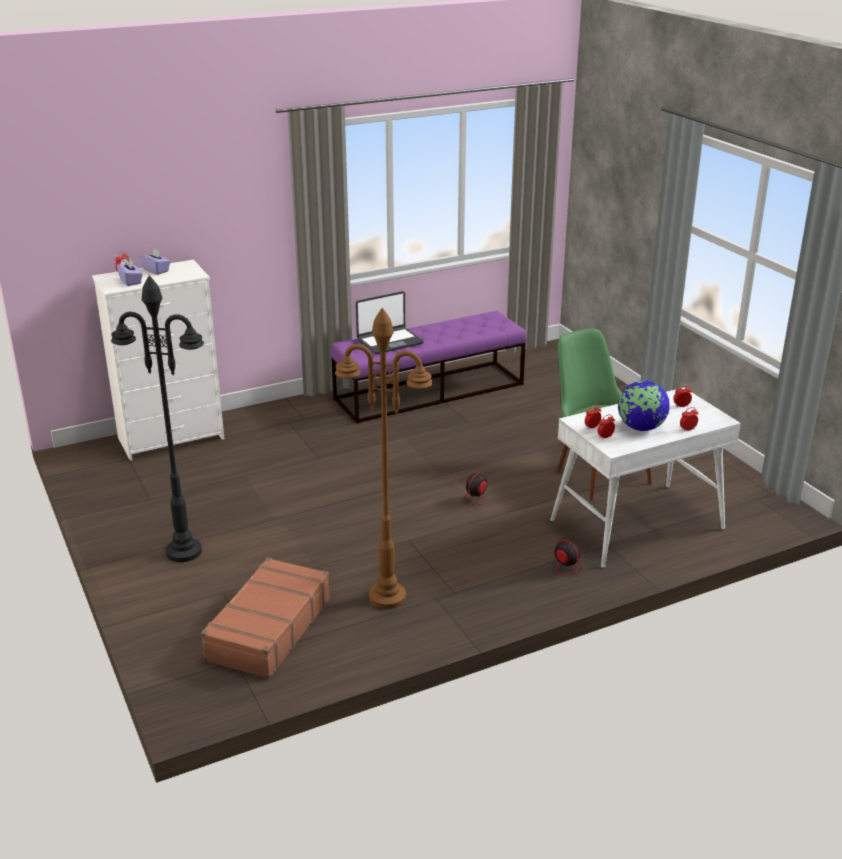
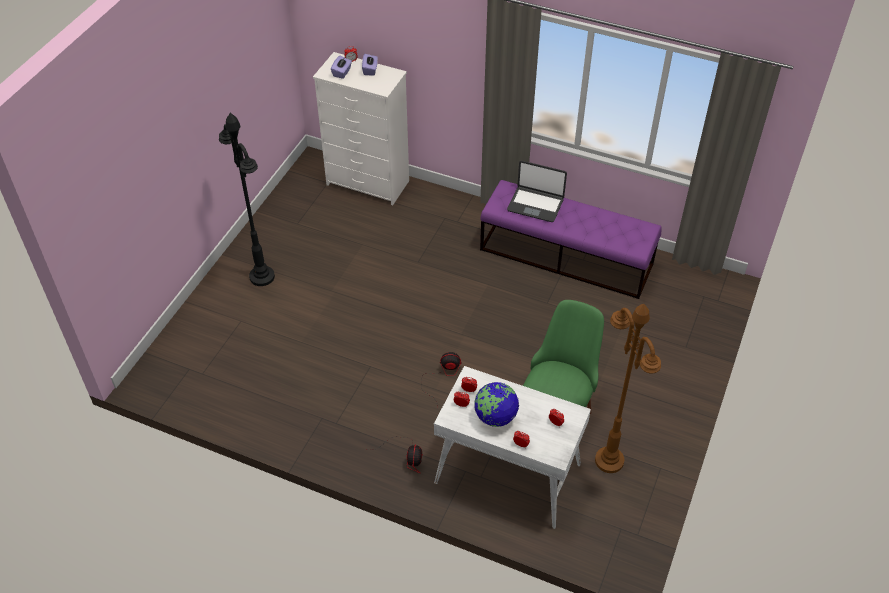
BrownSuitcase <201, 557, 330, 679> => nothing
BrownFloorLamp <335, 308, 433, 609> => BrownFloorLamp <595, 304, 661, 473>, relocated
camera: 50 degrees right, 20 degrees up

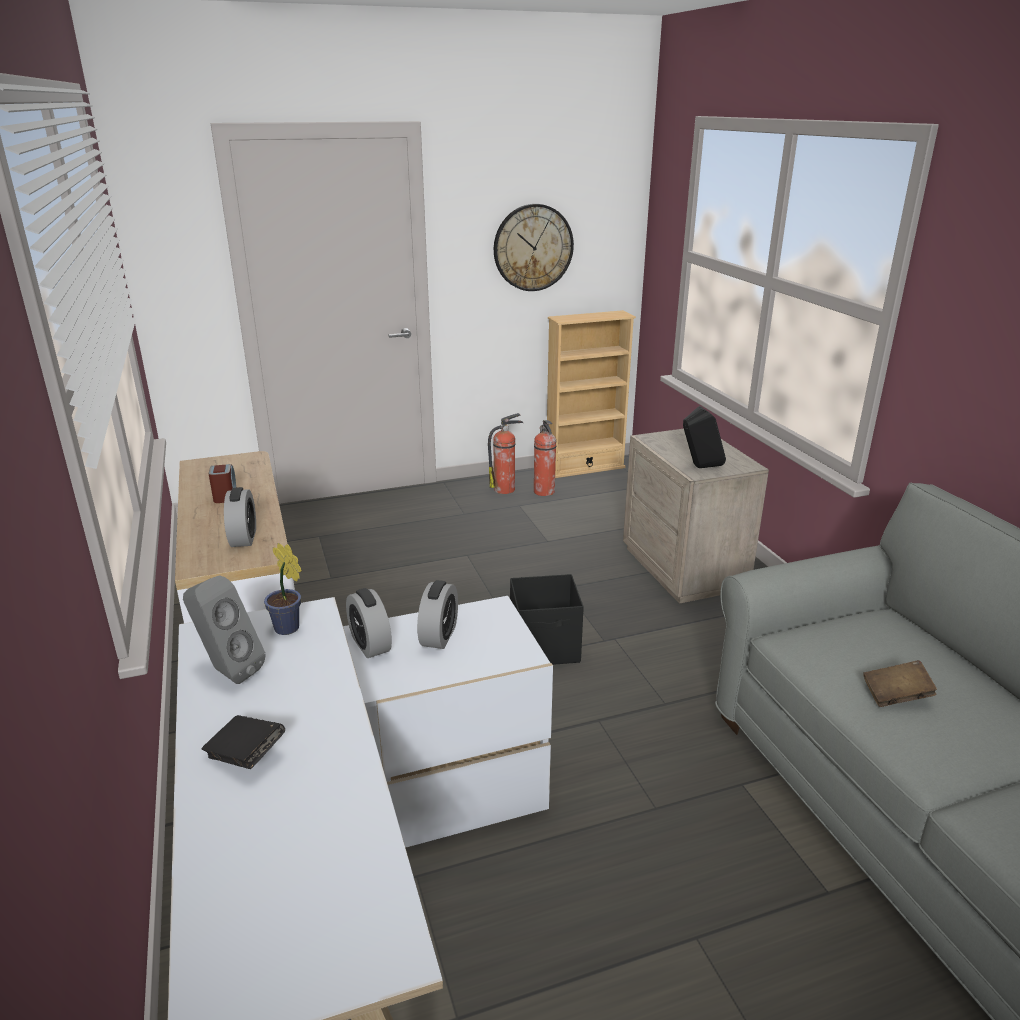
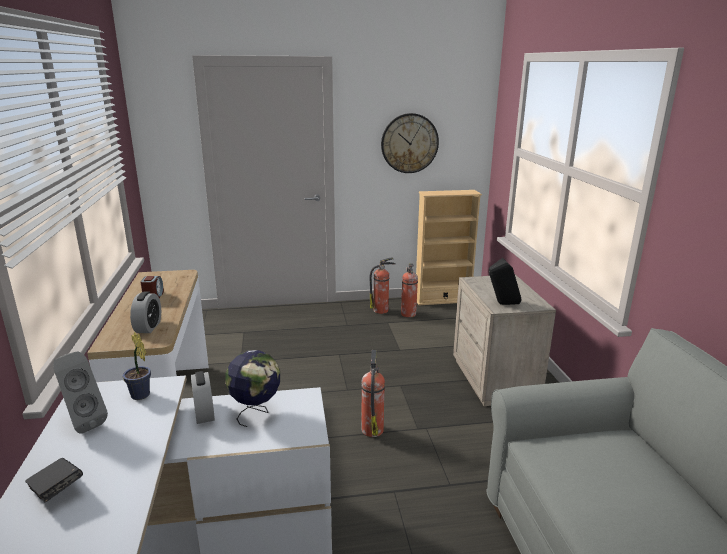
TableClock <417, 580, 458, 649> => DeskGlobe <225, 350, 280, 427>
BlackishStorageBox <510, 574, 584, 665> => Extinguisher <361, 350, 385, 437>
BrownBoundBook <863, 660, 937, 707> => nothing
camera: 10 degrees right, 5 degrees down

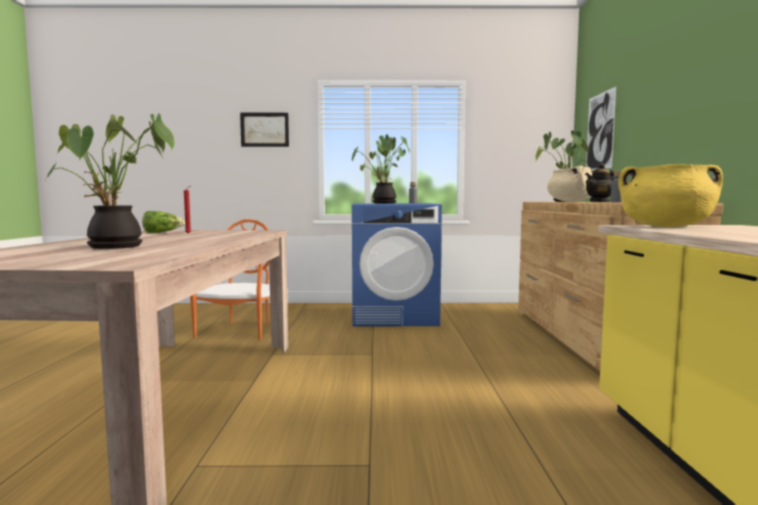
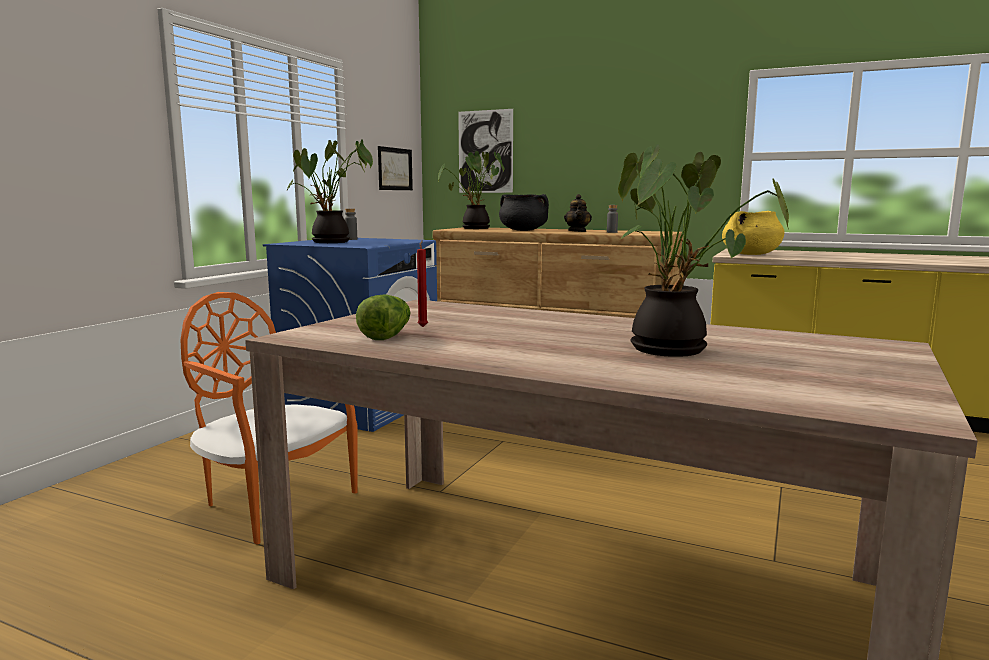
Picture <240, 113, 289, 147> => Picture <378, 146, 413, 190>, relocated
BeigeColouredStockpot <547, 166, 592, 202> => BlackishStockpot <499, 194, 549, 231>
camera: 65 degrees left, 5 degrees up

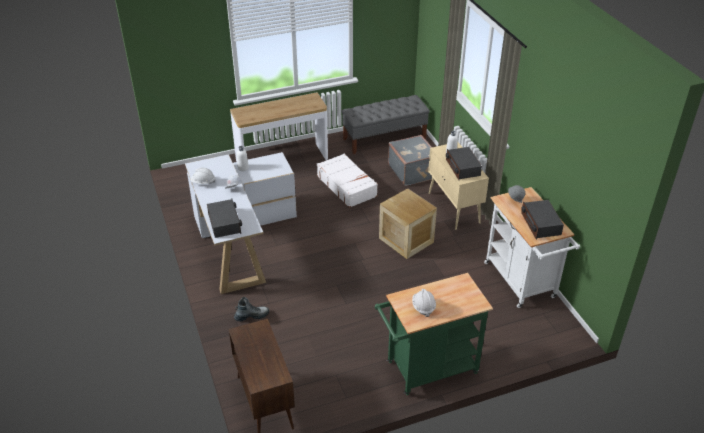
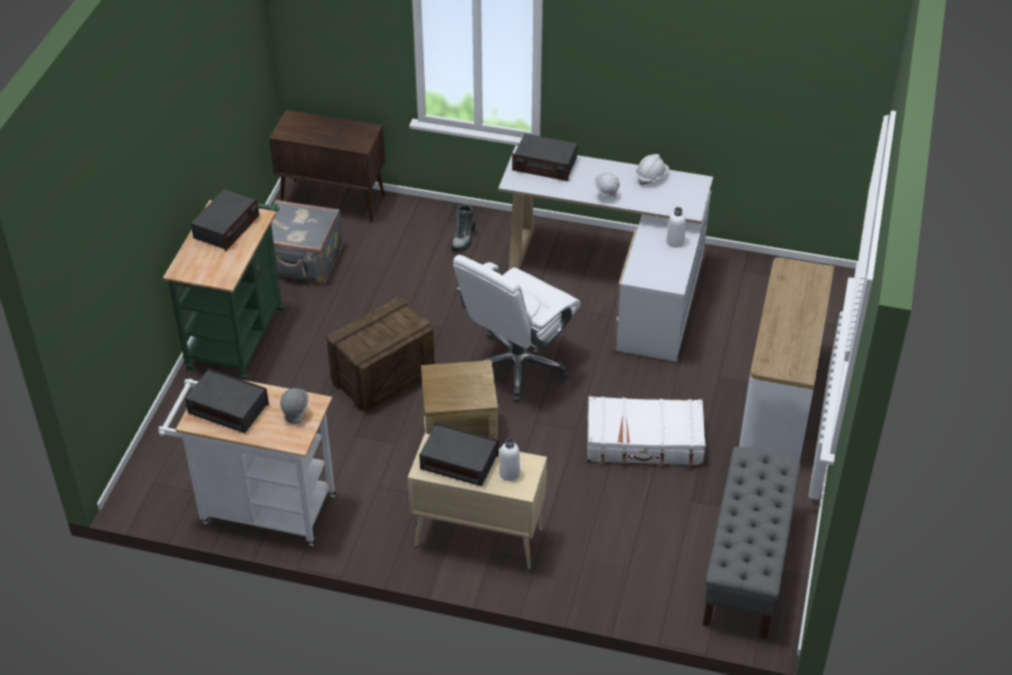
GraySuitcase <388, 135, 432, 186> => GraySuitcase <271, 200, 342, 284>, relocated
WhitishHardHat <412, 289, 436, 317> => RadioSet <191, 189, 259, 251>
nothing => PackingCrate <326, 297, 435, 413>
nothing => WhitishDeskChair <453, 255, 580, 402>
camera: 125 degrees right, 5 degrees up

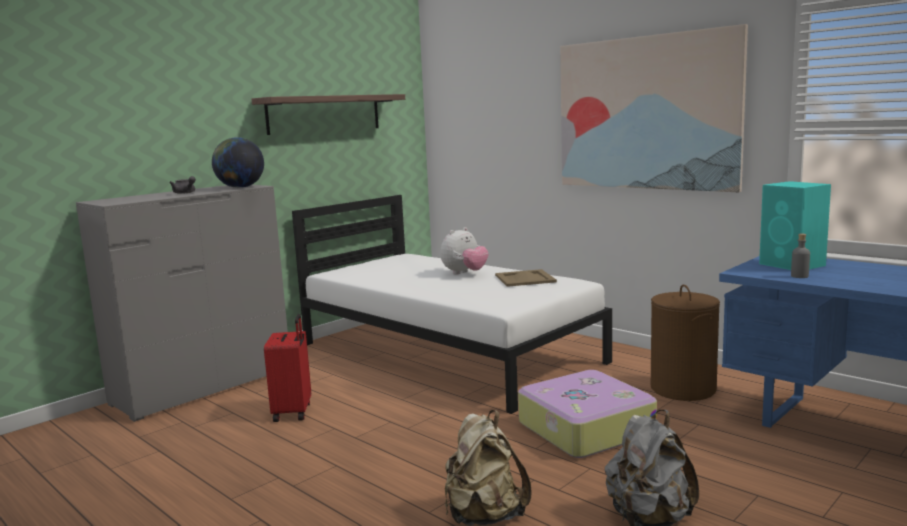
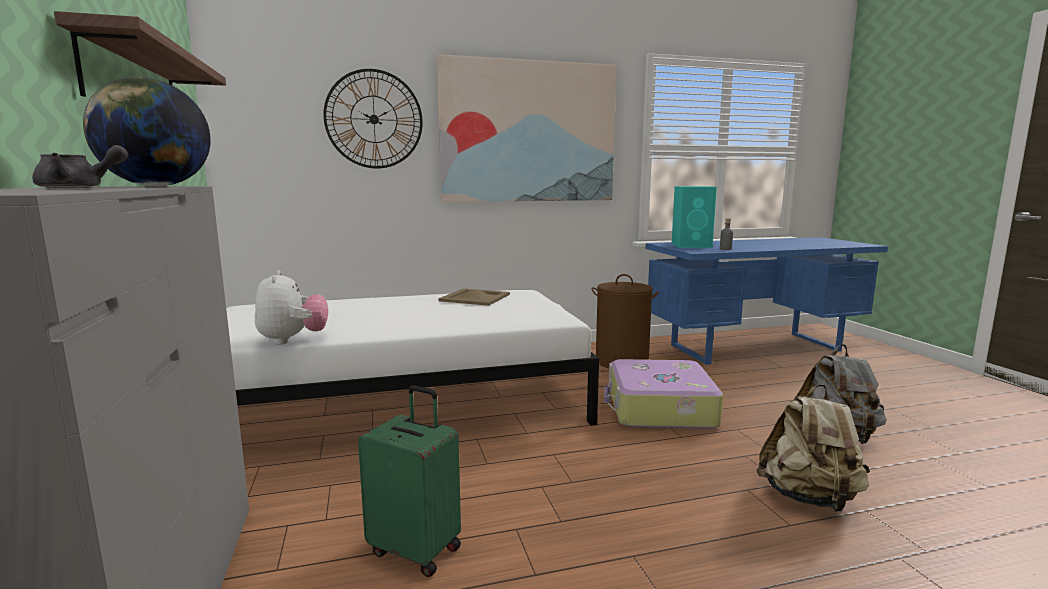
RedSuitcase <264, 314, 311, 422> => GreenSuitcase <358, 385, 461, 577>
SoftToy <441, 227, 489, 275> => SoftToy <255, 270, 328, 345>, relocated
nothing => HangingClock <323, 69, 423, 169>
camera: 60 degrees left, 0 degrees up

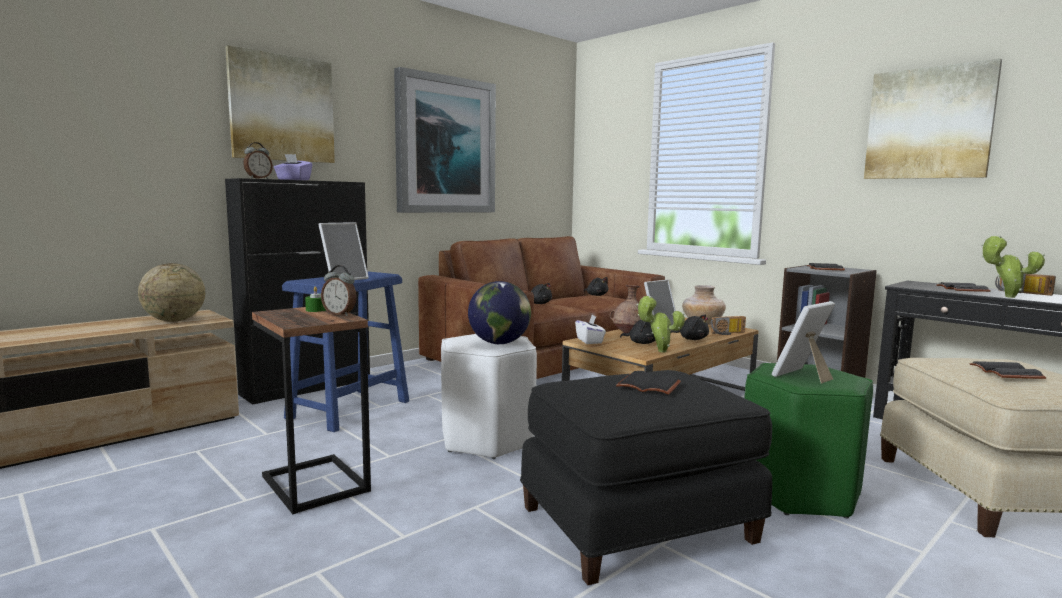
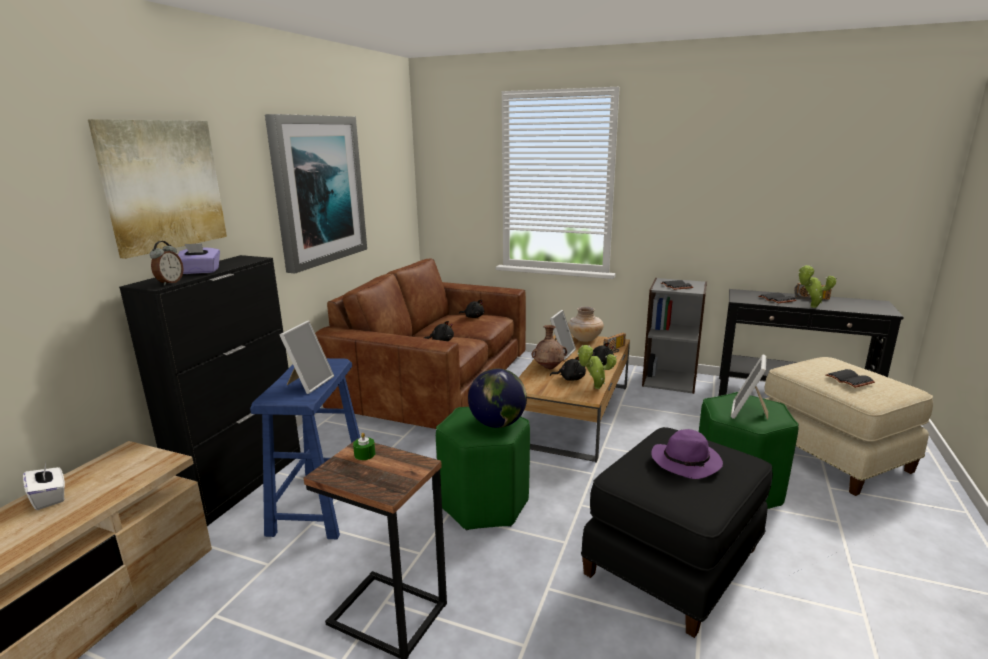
DeskGlobe <138, 263, 205, 322> => nothing
TableClock <321, 265, 357, 316> => nothing
WhitishStoolSeat <441, 334, 537, 459> => GreenStoolSeat <436, 407, 530, 530>
WhitishBoxOfTissues <575, 315, 606, 344> => WhitishBoxOfTissues <23, 463, 65, 510>, relocated
BlackishBoundBook <616, 371, 681, 395> => PurpleHat <651, 429, 723, 479>
Picture <864, 58, 1002, 179> => nothing
camera: 25 degrees left, 10 degrees up

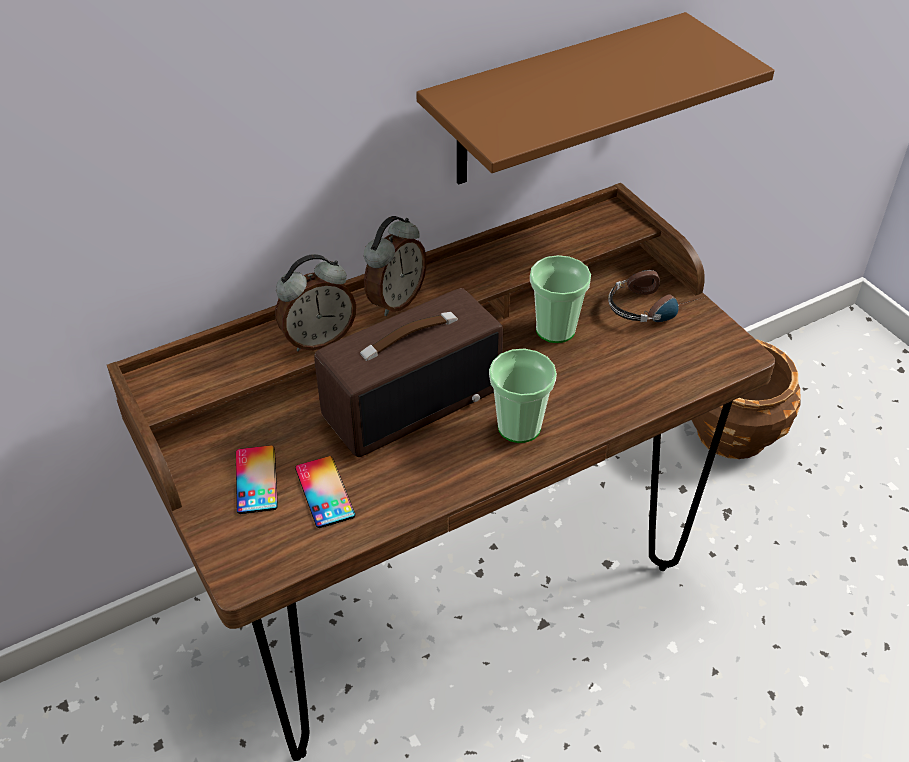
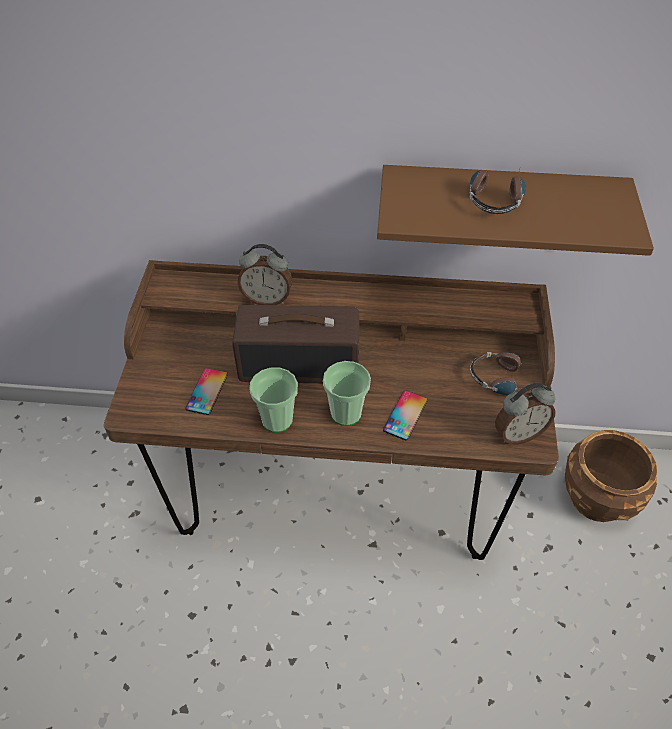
Handset <236, 445, 278, 514> => Handset <383, 390, 428, 440>, relocated
TableClock <364, 216, 427, 316> => TableClock <495, 383, 556, 445>, relocated
SmallCup <530, 255, 591, 343> => SmallCup <249, 368, 298, 433>, relocated
nothing => Headphones <469, 170, 526, 214>
camera: 35 degrees right, 5 degrees up

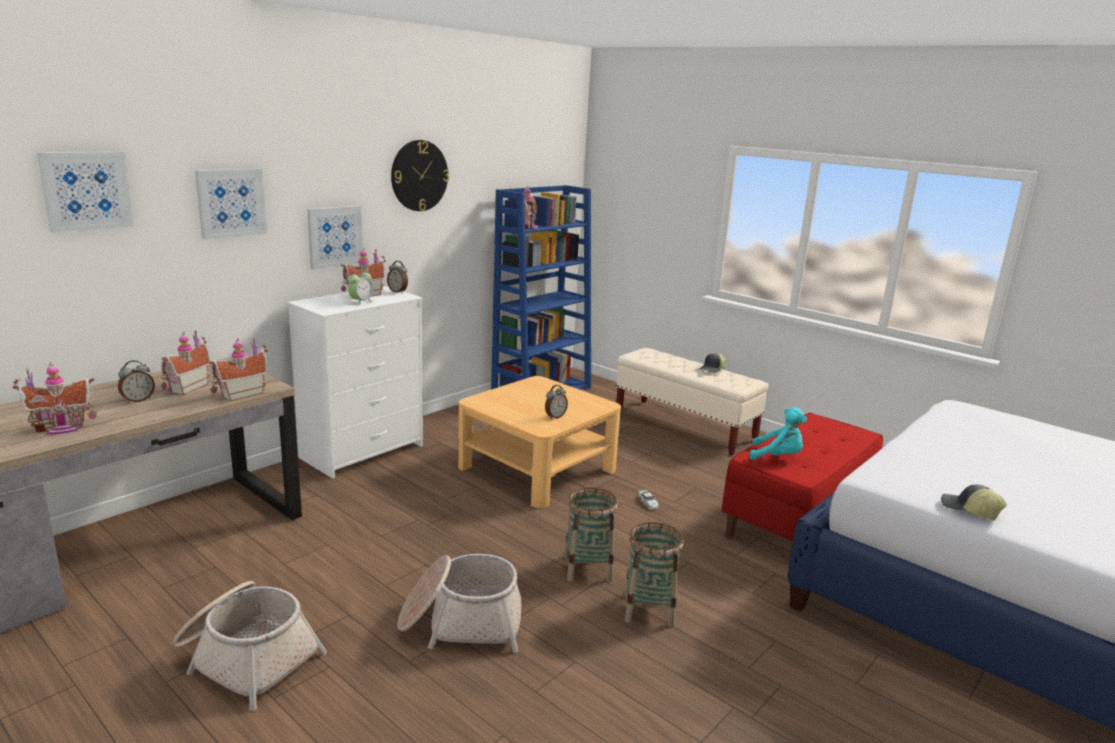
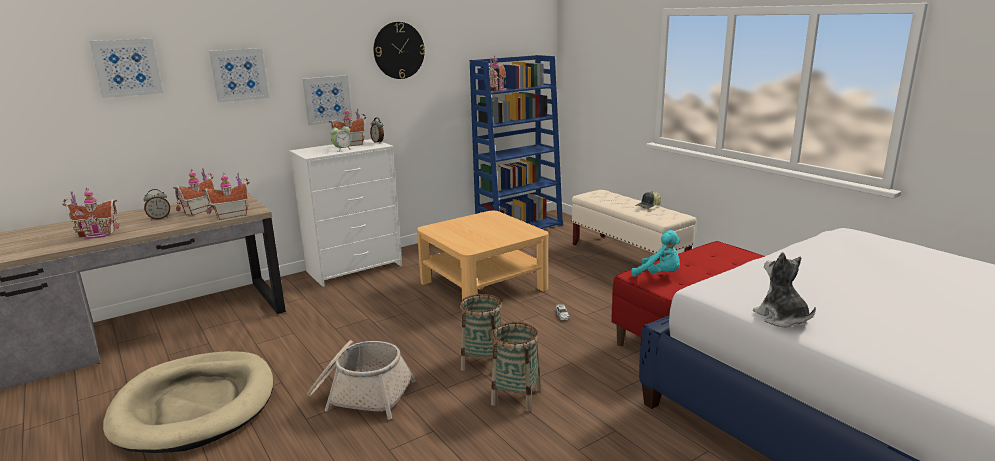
StorageBasket <173, 581, 327, 711> => BeigeColouredDogBed <103, 351, 274, 453>
TableClock <545, 385, 568, 419> => nothing
Cap <941, 484, 1007, 520> => SoftToy <753, 252, 816, 328>
camera: 15 degrees right, 0 degrees up

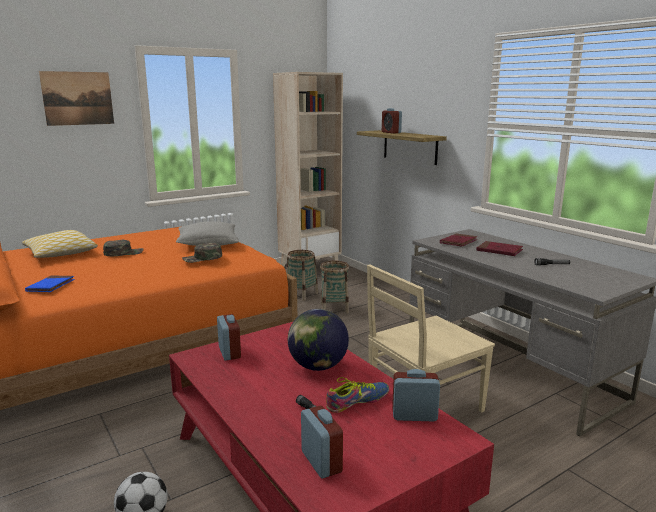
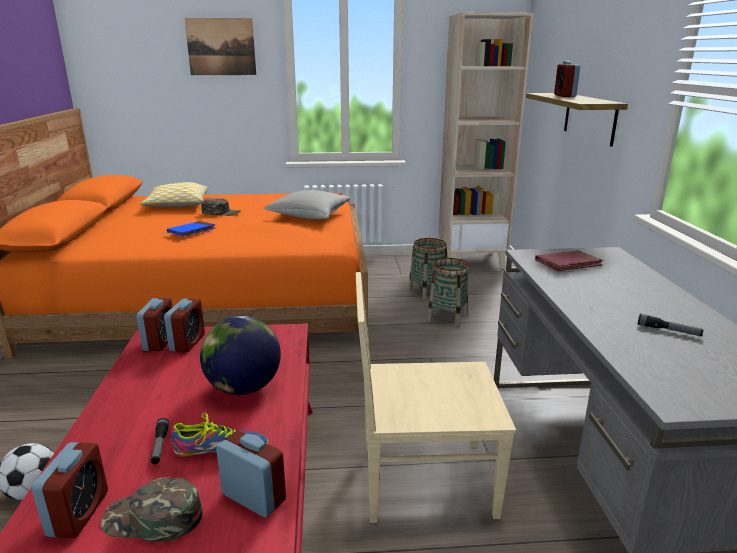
BlueBoundBook <25, 276, 75, 292> => BlueBoundBook <167, 221, 215, 236>, relocated
GreenCap <182, 243, 222, 263> => GreenCap <101, 477, 202, 542>, relocated
RedBoundBook <476, 241, 523, 256> => nothing
nothing => TableClock <137, 298, 172, 351>
camera: 30 degrees right, 5 degrees up

